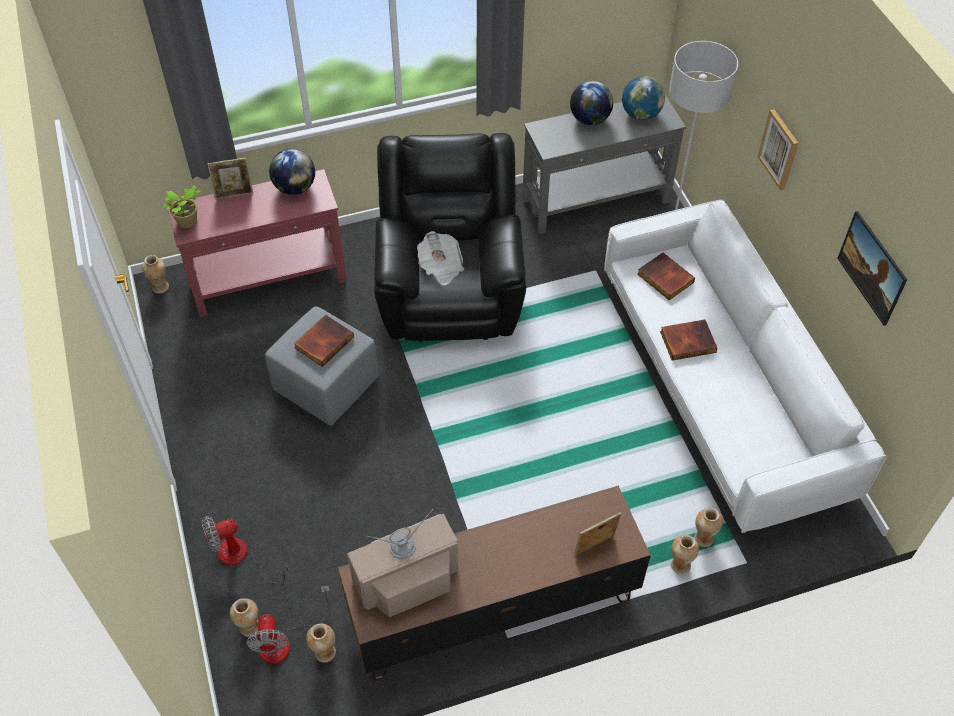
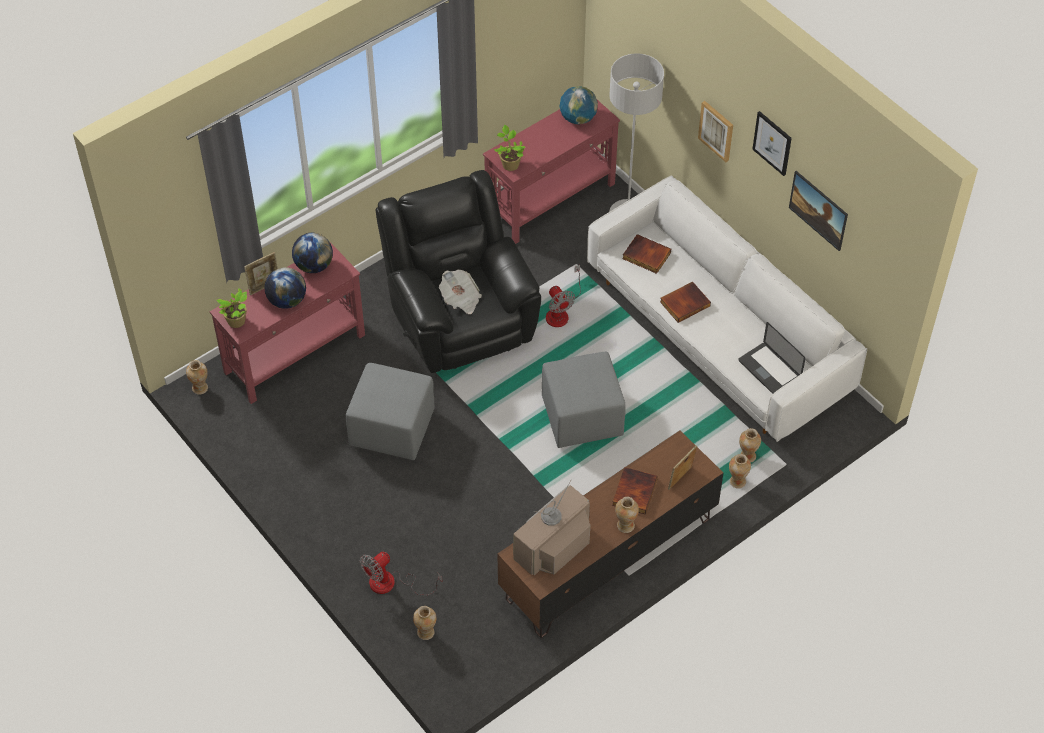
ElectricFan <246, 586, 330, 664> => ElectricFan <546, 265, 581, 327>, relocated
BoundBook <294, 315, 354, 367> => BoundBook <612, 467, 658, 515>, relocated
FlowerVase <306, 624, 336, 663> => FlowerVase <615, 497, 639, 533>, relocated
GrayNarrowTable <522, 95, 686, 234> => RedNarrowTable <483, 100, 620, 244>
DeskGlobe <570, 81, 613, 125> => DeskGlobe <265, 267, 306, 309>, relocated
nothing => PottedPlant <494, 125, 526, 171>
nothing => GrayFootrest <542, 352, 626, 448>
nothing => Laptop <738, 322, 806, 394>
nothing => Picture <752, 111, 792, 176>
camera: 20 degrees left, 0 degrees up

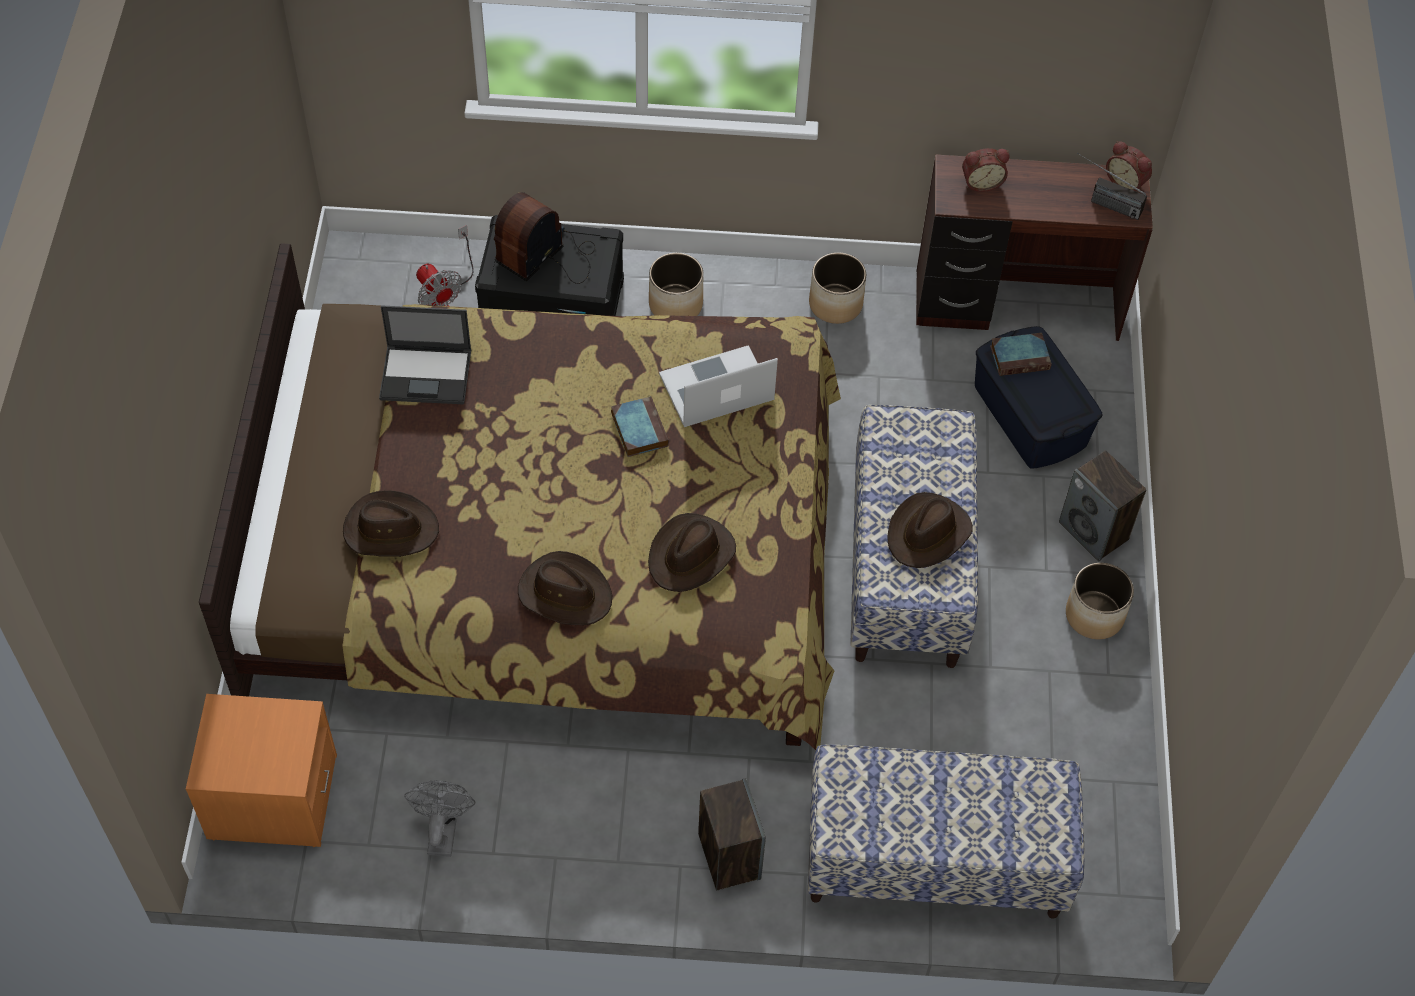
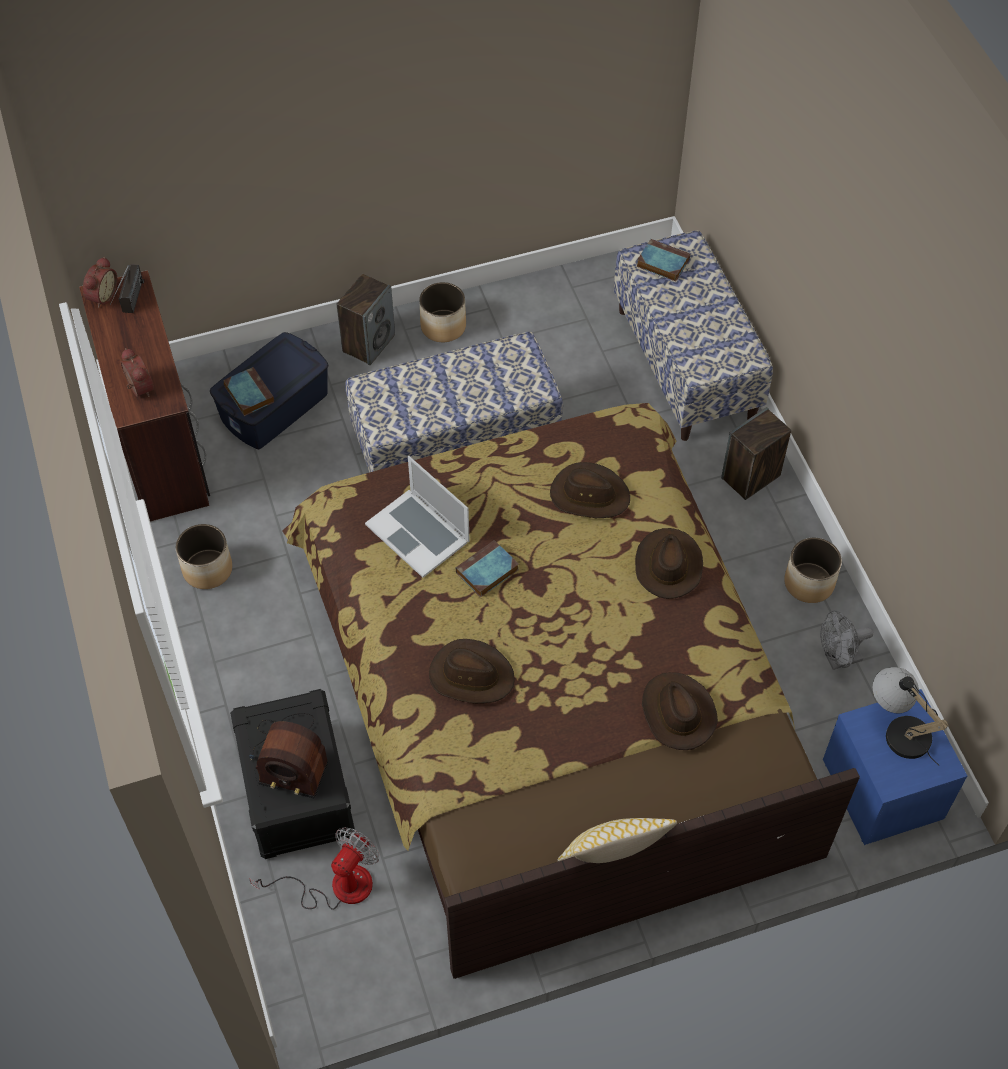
OrangeyBedsideTable <186, 694, 337, 847> => BlueBedsideTable <823, 689, 967, 845>
Laptop <379, 305, 471, 404> => nothing
FlowerPot <649, 253, 704, 316> => FlowerPot <784, 537, 842, 603>, relocated
BrownHat <887, 492, 973, 568> => BrownHat <429, 639, 515, 704>, relocated
nothing => Pillow <558, 818, 677, 863>
nothing => BoundBook <636, 239, 690, 281>
nothing => TableLamp <873, 667, 949, 766>
camera: 110 degrees left, 0 degrees up

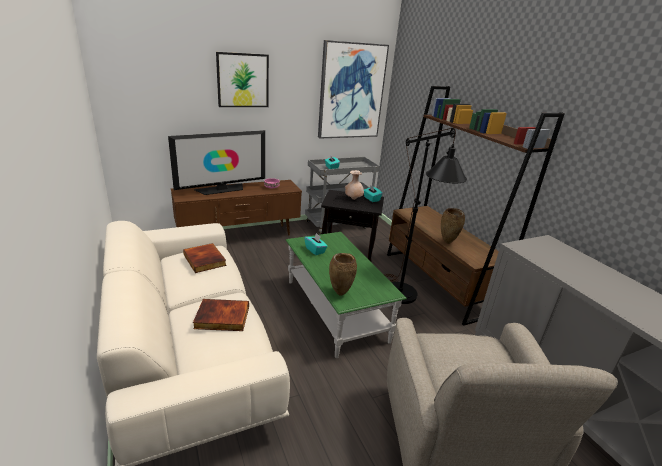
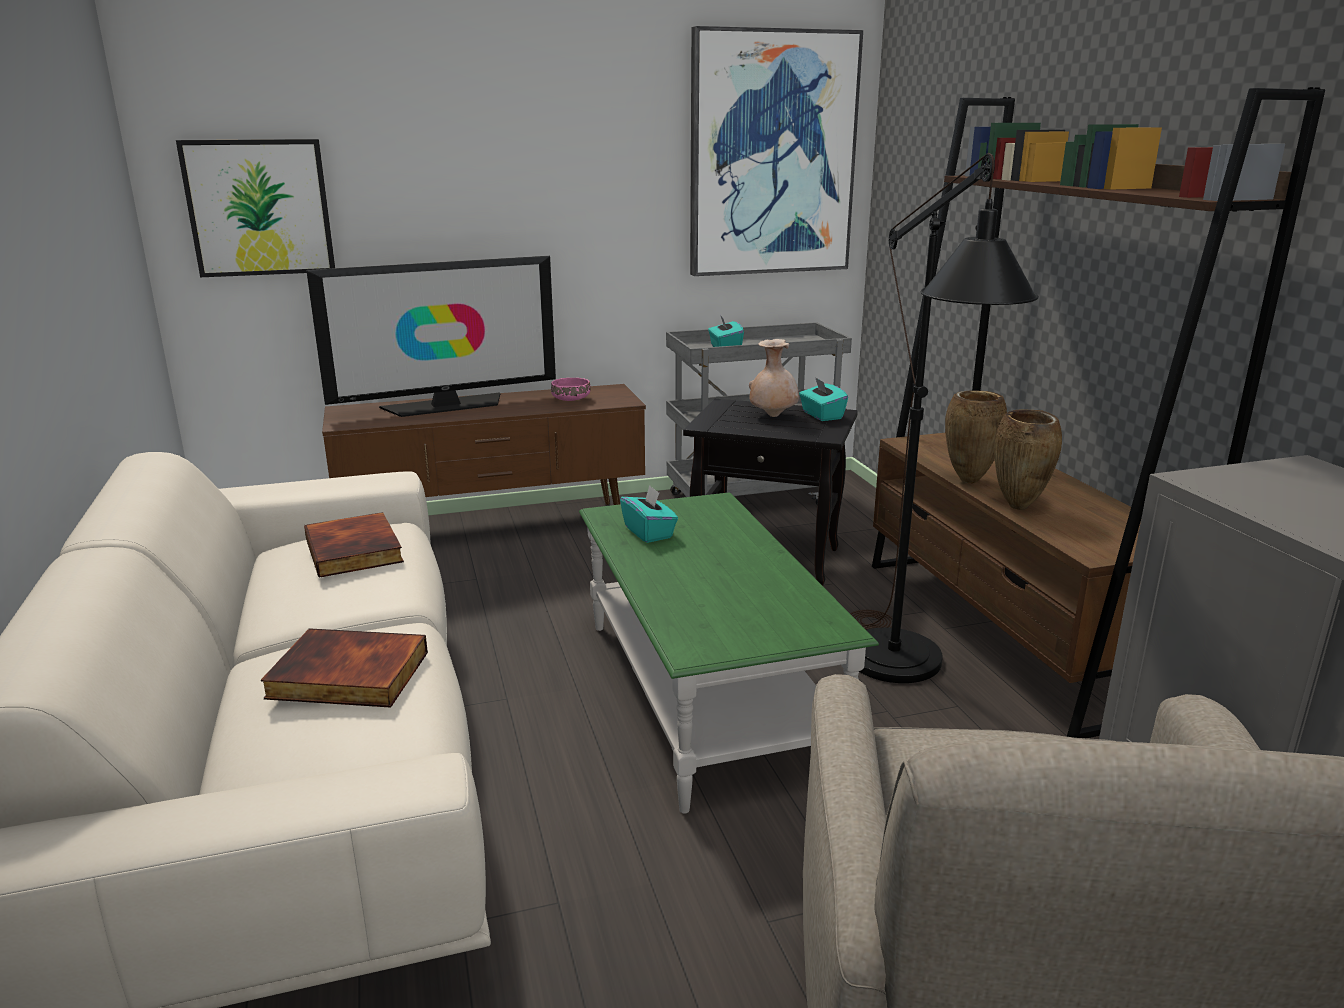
Picture <216, 52, 269, 107> => Picture <176, 139, 335, 277>, relocated
BrownFlowerVase <329, 253, 357, 295> => BrownFlowerVase <945, 390, 1007, 483>, relocated
camera: 10 degrees right, 5 degrees down

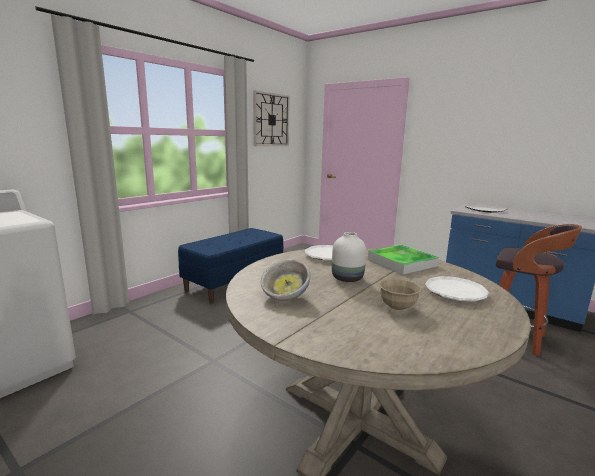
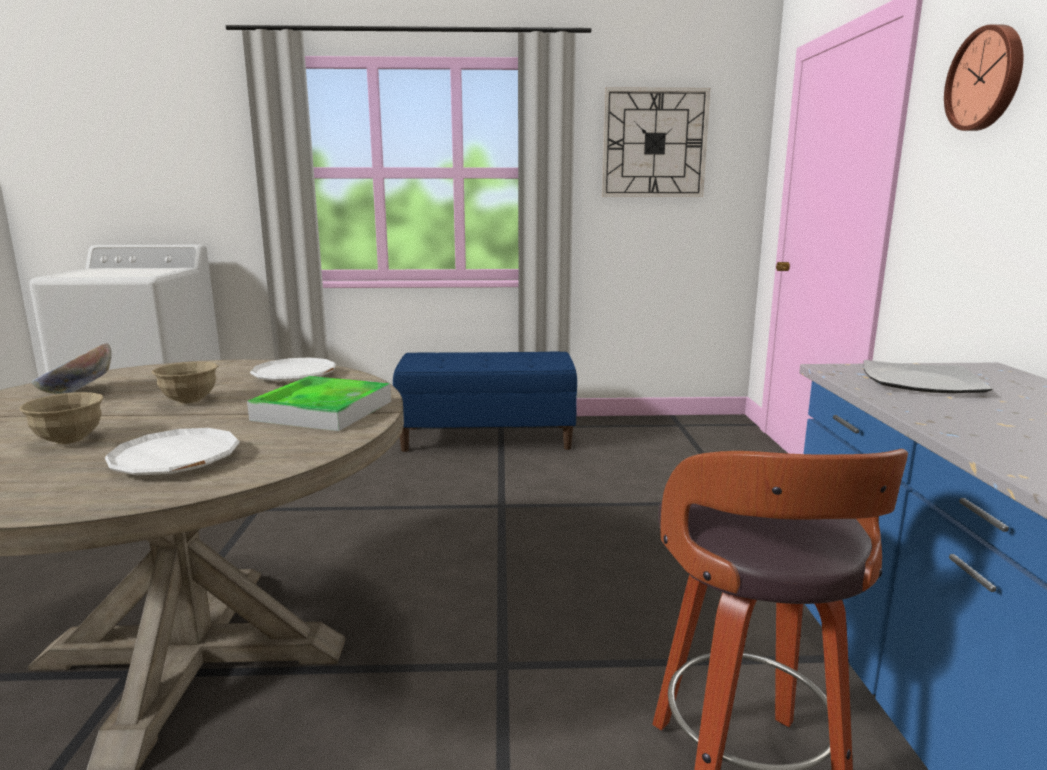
WhitishFlowerVase <332, 232, 366, 282> => BeigeColouredServingBowl <152, 361, 218, 404>
nothing => HangingClock <944, 24, 1024, 131>
camera: 50 degrees right, 0 degrees up

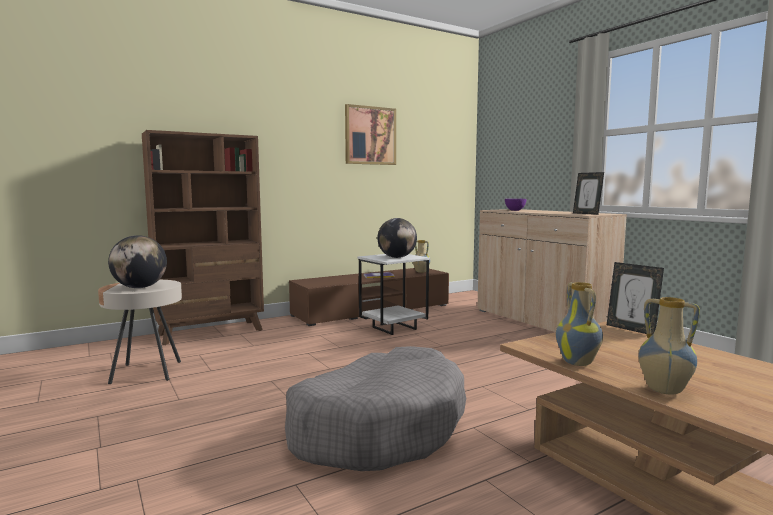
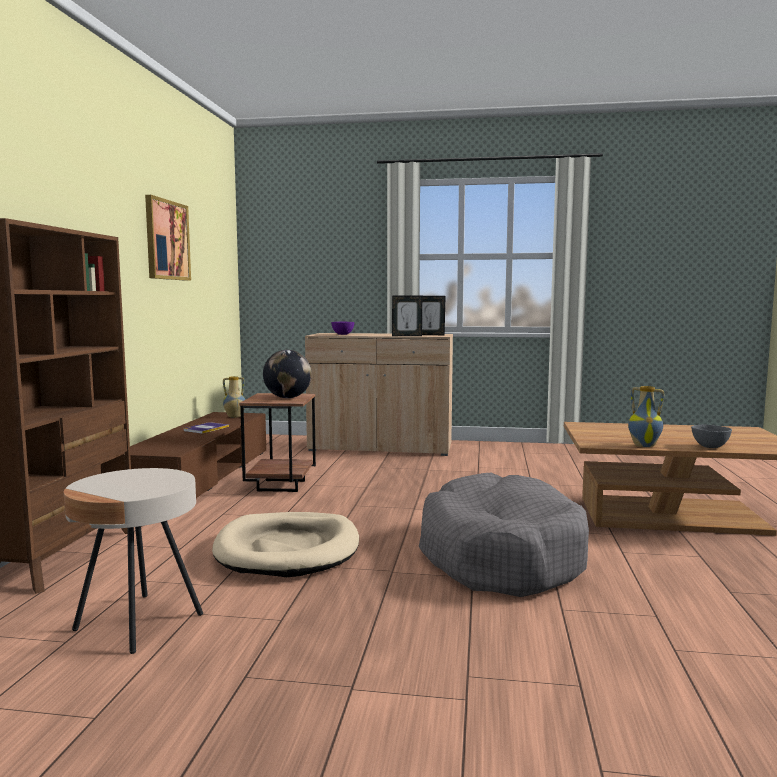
DeskGlobe <108, 235, 167, 288> => nothing
WhitishAccentTable <357, 254, 430, 335> => BrownAccentTable <239, 393, 316, 492>
PictureFrame <607, 262, 664, 335> => PictureFrame <392, 296, 422, 336>, relocated
FlowerVase <639, 297, 700, 395> => GrayServingBowl <691, 425, 732, 448>
nothing => BeigeColouredDogBed <212, 512, 359, 577>
camera: 50 degrees left, 0 degrees up

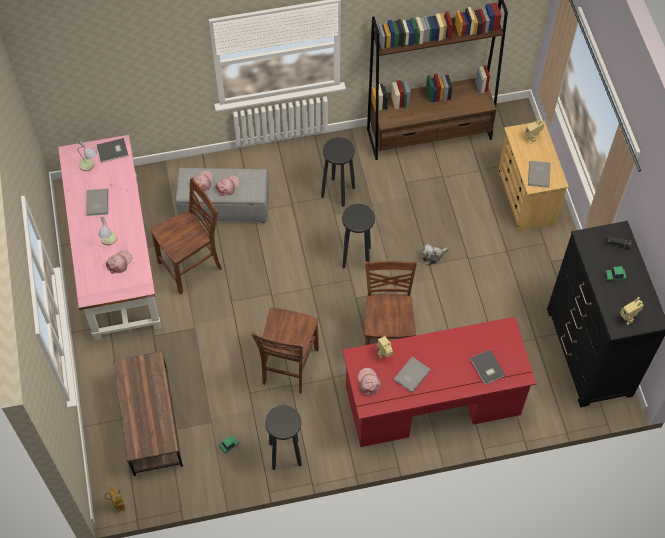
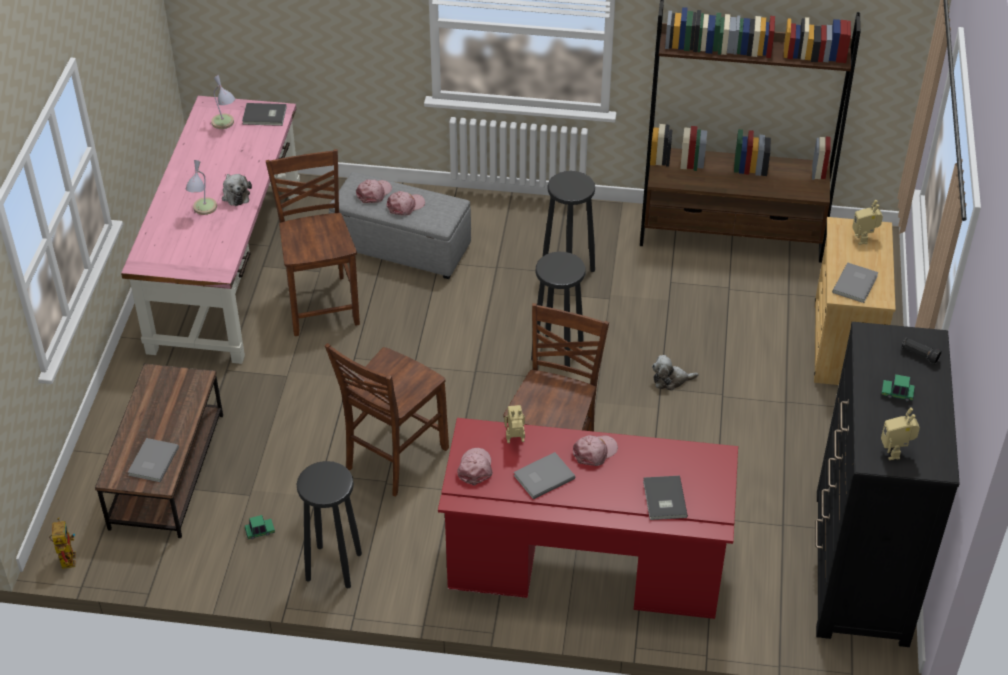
GrayBoundBook <86, 189, 108, 216> => GrayBoundBook <128, 438, 179, 482>, relocated
PinkColouredCap <106, 250, 132, 274> => PinkColouredCap <573, 435, 618, 466>, relocated
BrownChair <151, 178, 222, 294> => BrownChair <266, 149, 360, 336>, 90 degrees counterclockwise
nothing => SoftToy <222, 174, 252, 206>
camera: 20 degrees right, 15 degrees down

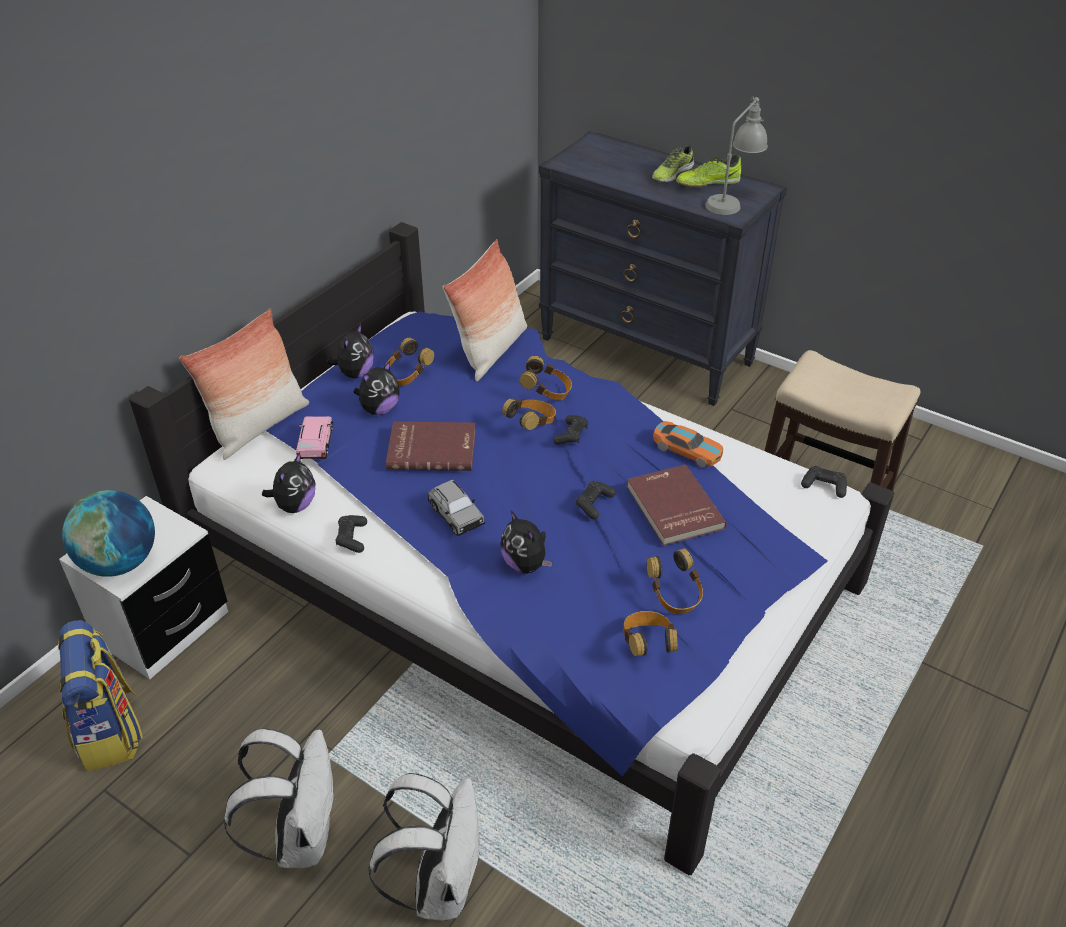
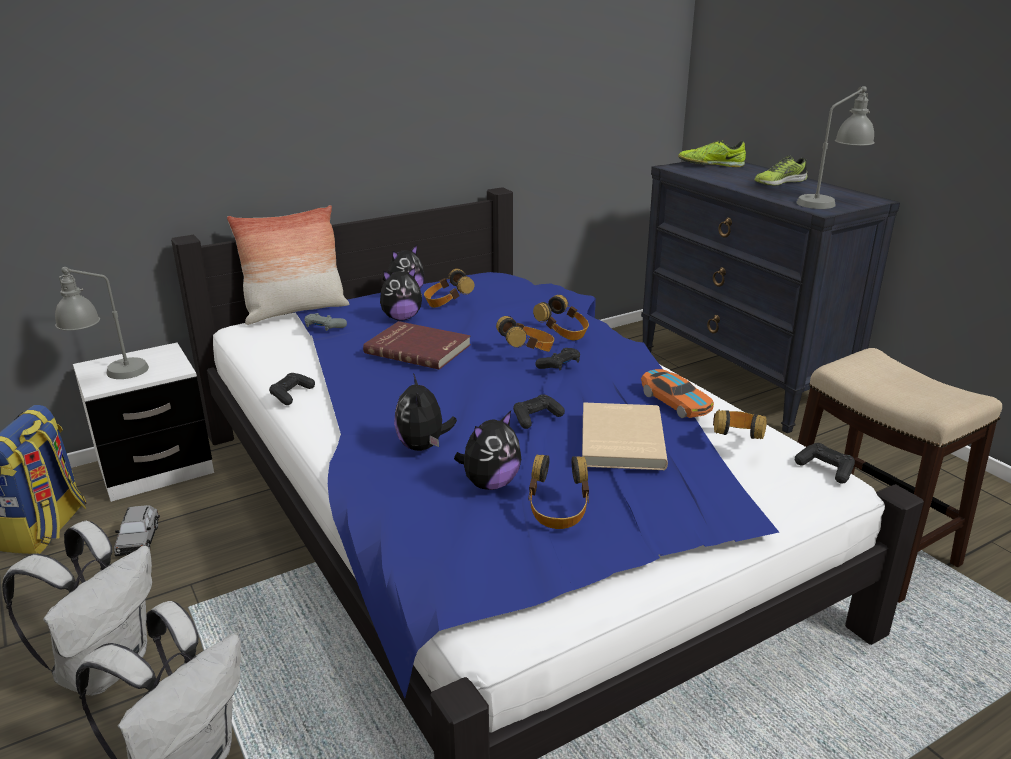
DeskGlobe <62, 490, 155, 577> => GrayTableLamp <55, 267, 149, 379>
SoftToy <262, 452, 315, 513> => SoftToy <454, 411, 521, 490>, relocated
PinkColouredToyCar <296, 416, 333, 459> => GrayJoypad <304, 313, 347, 331>
GrayToyCar <427, 480, 485, 536> => GrayToyCar <114, 505, 160, 556>, relocated
Pillow <443, 239, 527, 381> => nothing
Headphones <623, 611, 678, 656> => Headphones <713, 409, 767, 440>, relocated
RedBoundBook <627, 465, 727, 546> => BeigeColouredBoundBook <582, 403, 668, 470>
LowShoe <676, 154, 741, 188> => LowShoe <678, 140, 746, 167>, relocated
camera: 25 degrees right, 15 degrees down

